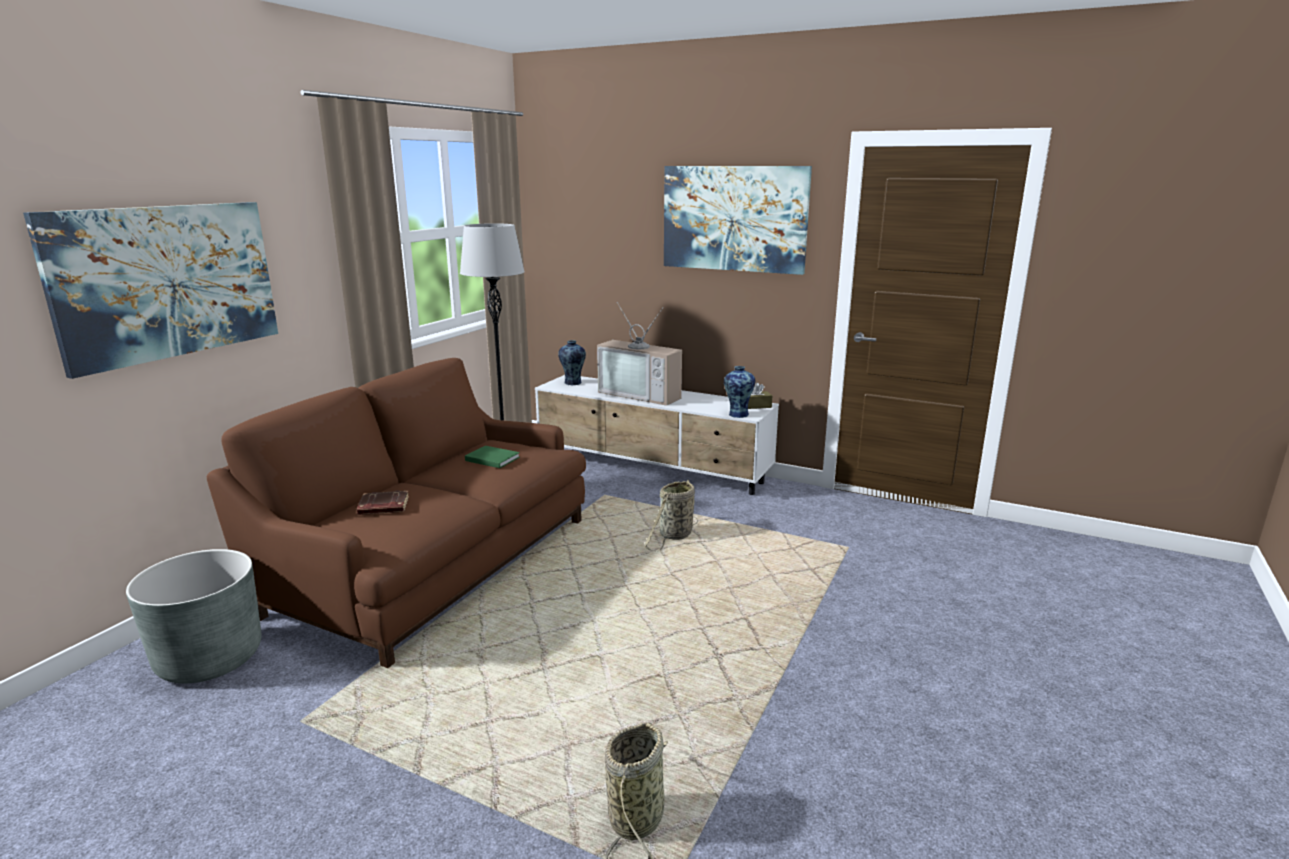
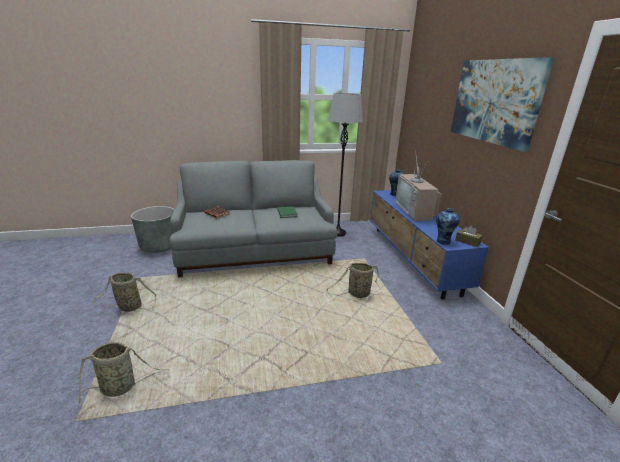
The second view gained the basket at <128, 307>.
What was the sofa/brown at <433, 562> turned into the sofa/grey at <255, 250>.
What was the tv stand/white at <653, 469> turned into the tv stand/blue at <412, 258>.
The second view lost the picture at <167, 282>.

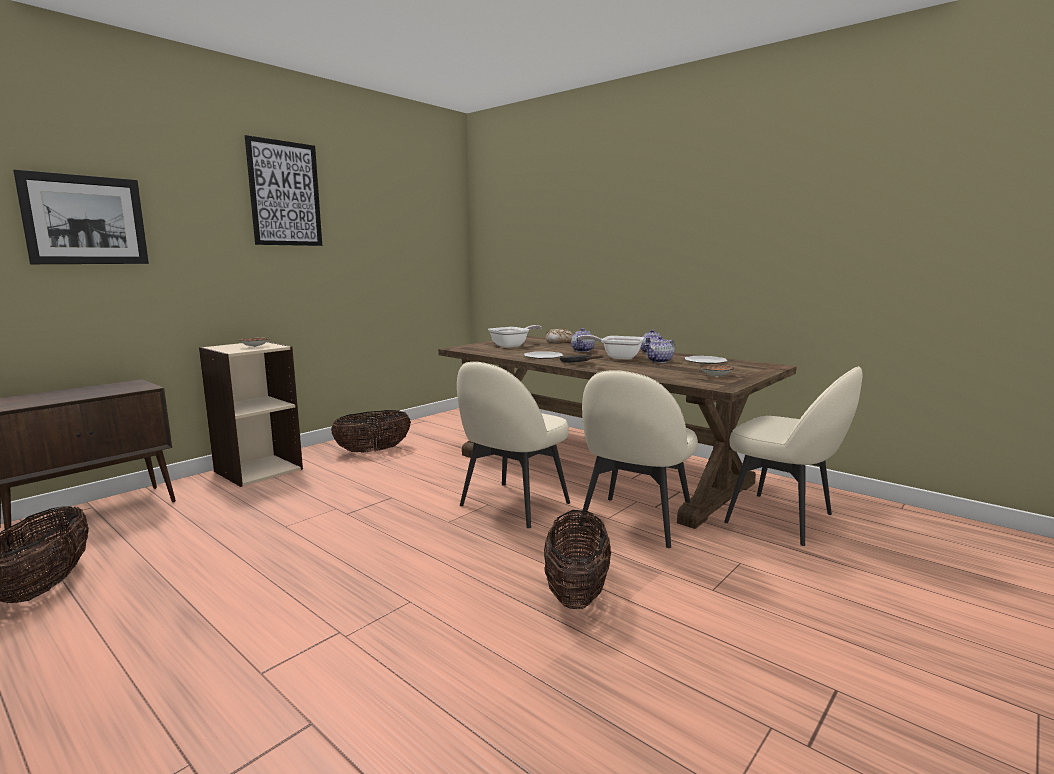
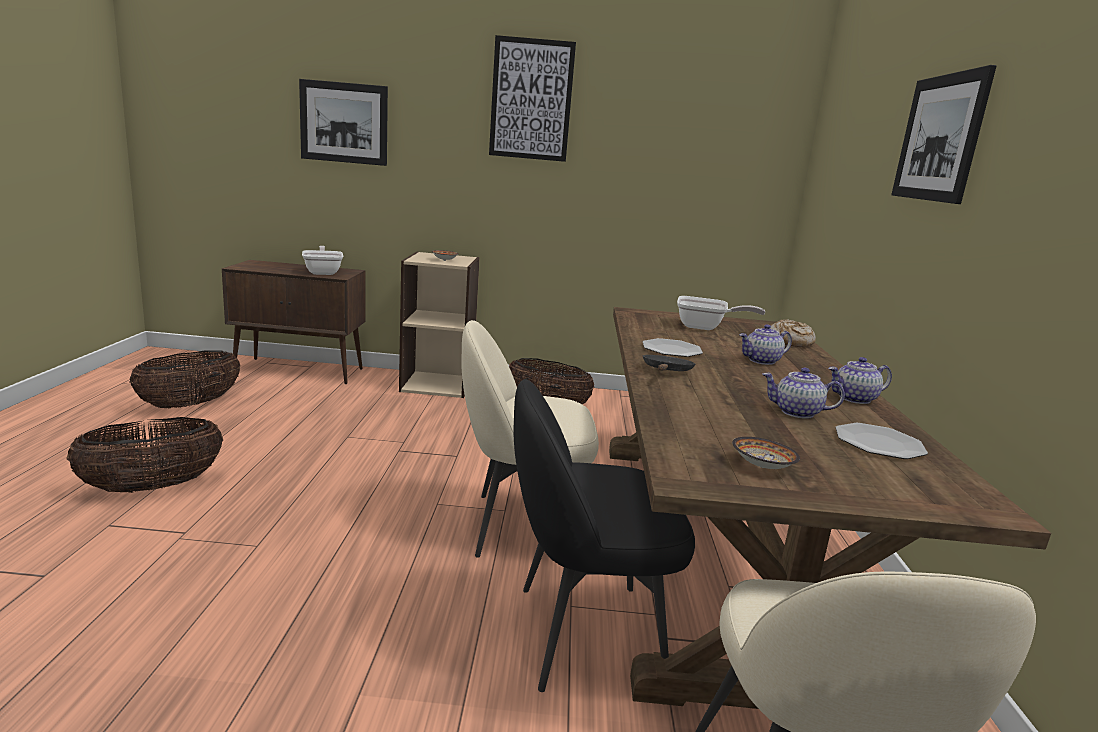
The basket ended up elsewhere, having gone from <576, 592> to <152, 487>.
The frying pan ended up elsewhere, having gone from <617, 357> to <323, 272>.
What was the chair/beige at <635, 522> turned into the chair/black at <584, 633>.
The second view gained the picture at <939, 138>.

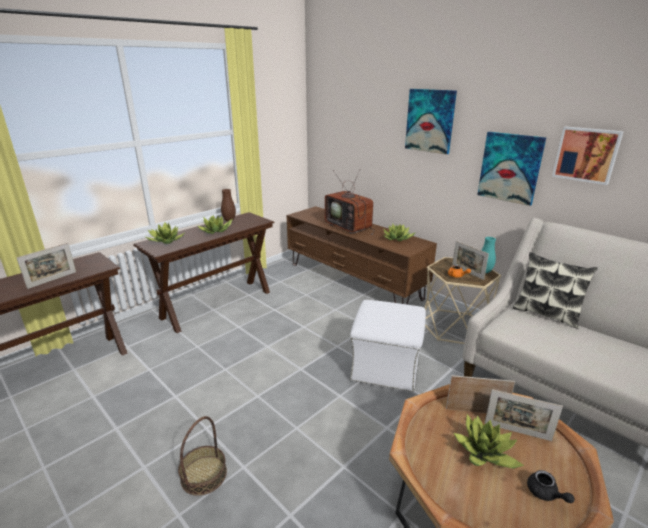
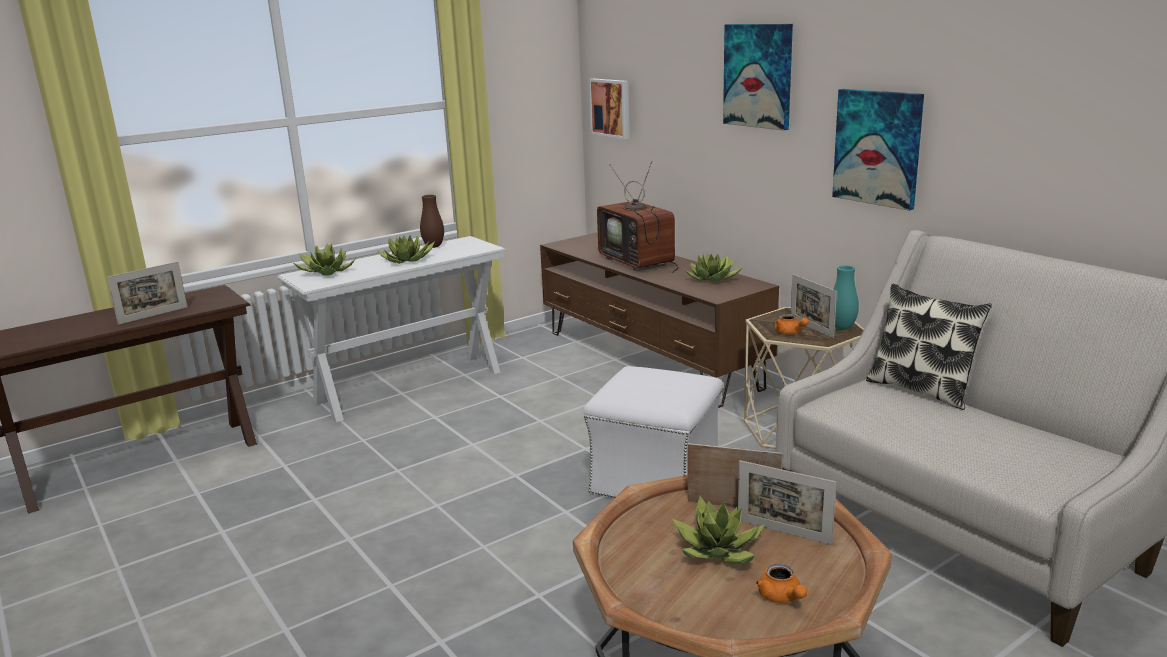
What was the console table/brown at <217, 304> turned into the console table/white at <410, 386>.
The picture ended up elsewhere, having gone from <586, 154> to <611, 108>.
What was the teapot/black at <545, 494> turned into the teapot/orange at <781, 597>.
The second view lost the basket at <203, 475>.

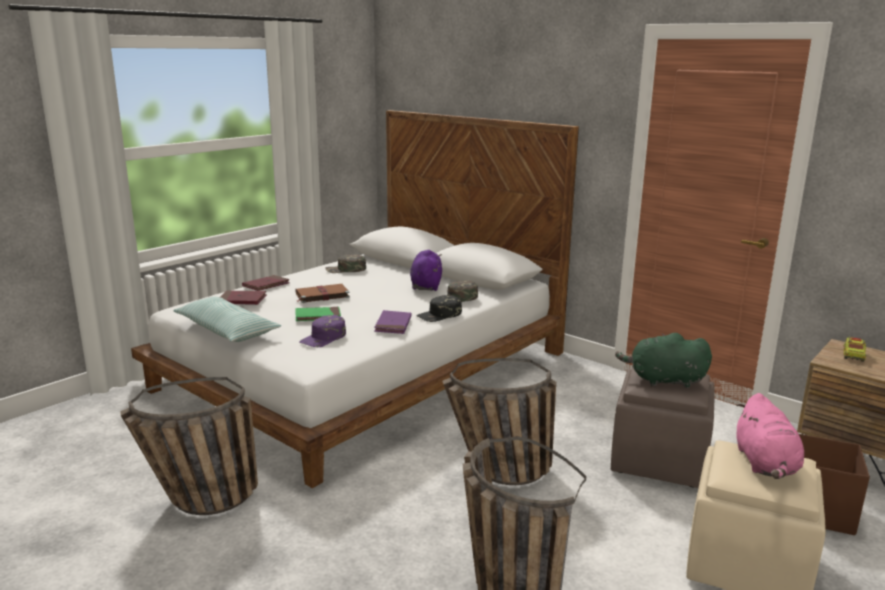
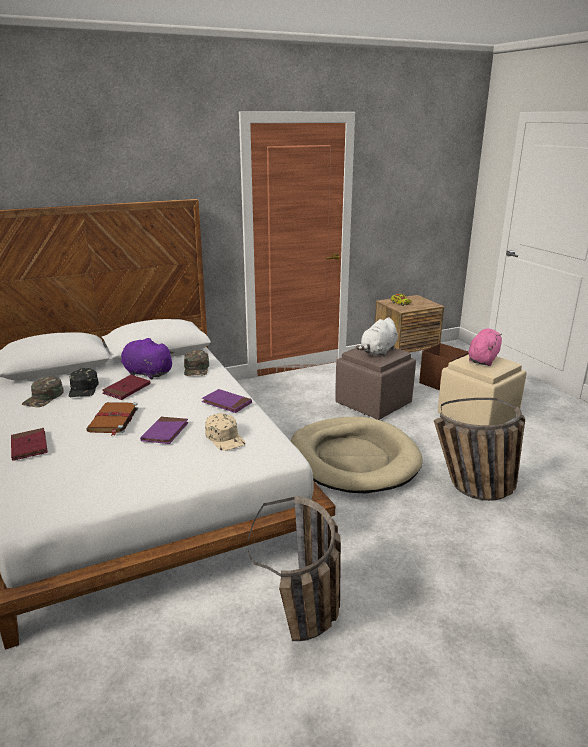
The cap/black ended up elsewhere, having gone from <439, 315> to <84, 388>.
The book/red ended up elsewhere, having gone from <242, 300> to <127, 389>.
What was the book/green at <318, 316> turned into the book/purple at <165, 432>.
What was the cap/purple at <324, 338> turned into the cap/beige at <225, 438>.
Where the basket stood at <496, 473>, the dog bed/beige came to stand at <353, 459>.
What was the plush toy/green at <663, 381> turned into the plush toy/white at <378, 352>.
The plush toy/pink at <765, 464> ended up facing another way, 90 degrees counterclockwise from before.
The second view lost the pillow at <226, 330>.

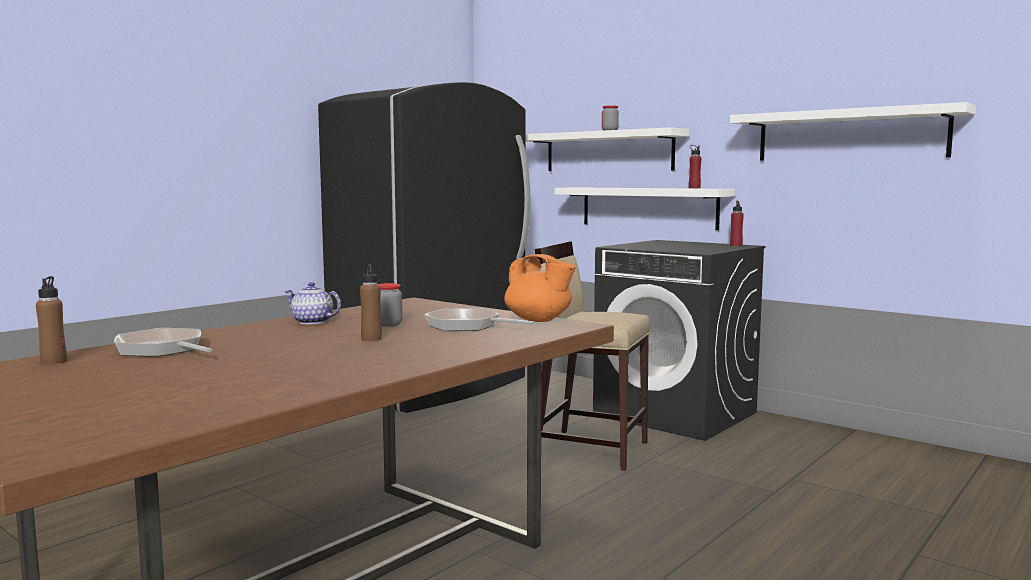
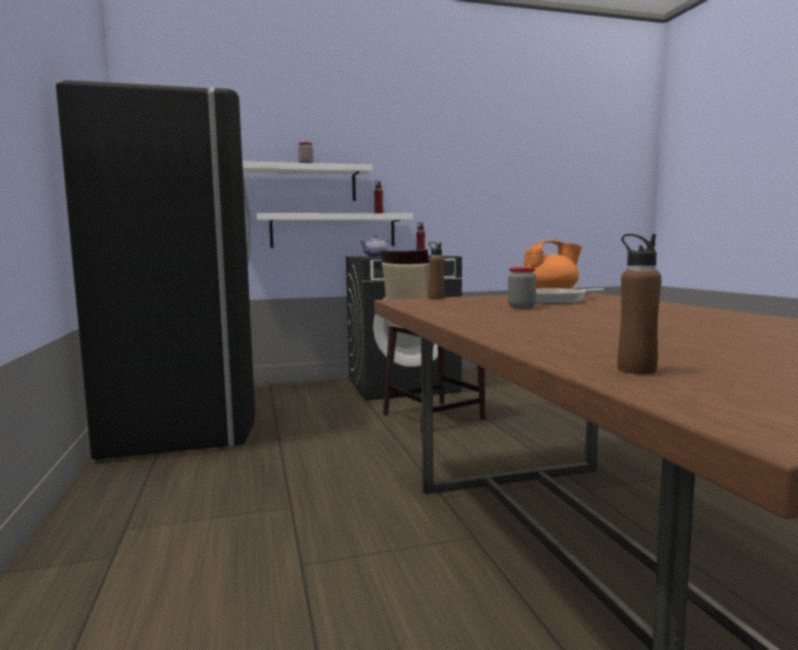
The teapot ended up elsewhere, having gone from <312, 322> to <376, 256>.
The bottle/brown ended up elsewhere, having gone from <371, 339> to <436, 298>.
The second view lost the frying pan at <163, 350>.
The second view lost the shelf/white at <850, 135>.

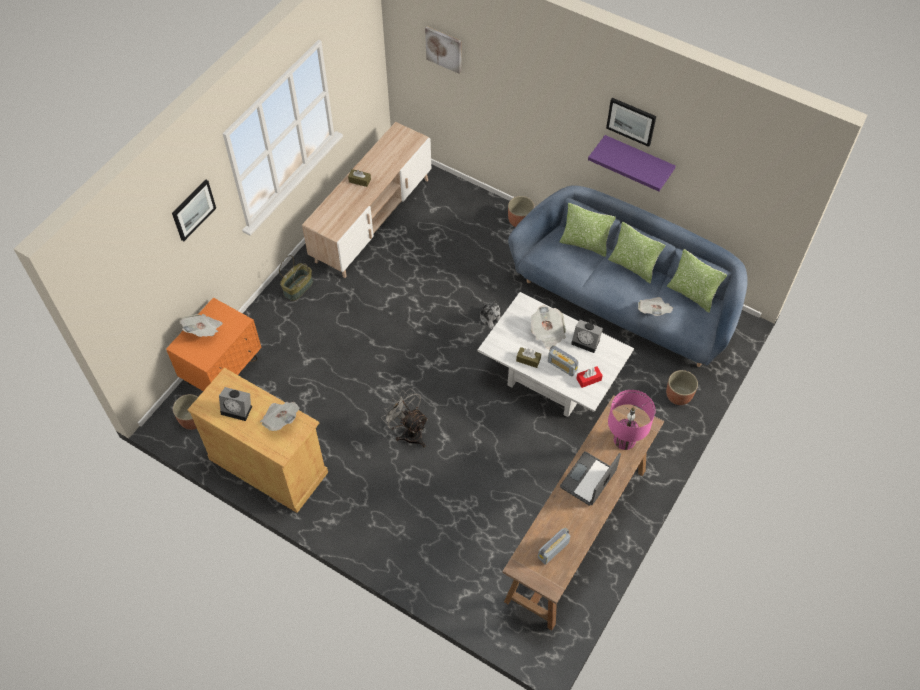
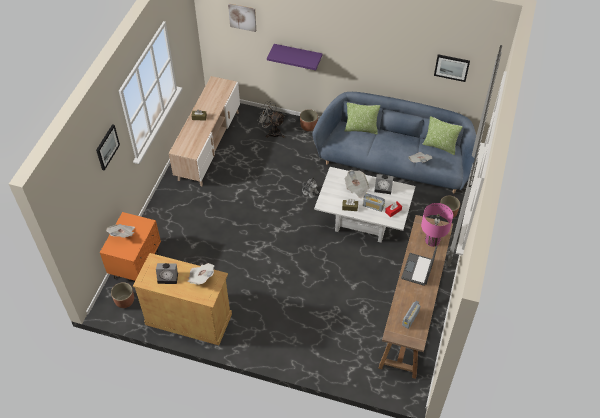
The fan/grey ended up elsewhere, having gone from <409, 432> to <272, 132>.
The shelf/purple ended up elsewhere, having gone from <638, 159> to <298, 55>.
The picture ended up elsewhere, having gone from <631, 121> to <451, 67>.
The second view lost the basket at <298, 287>.
The second view lost the pillow at <632, 266>.

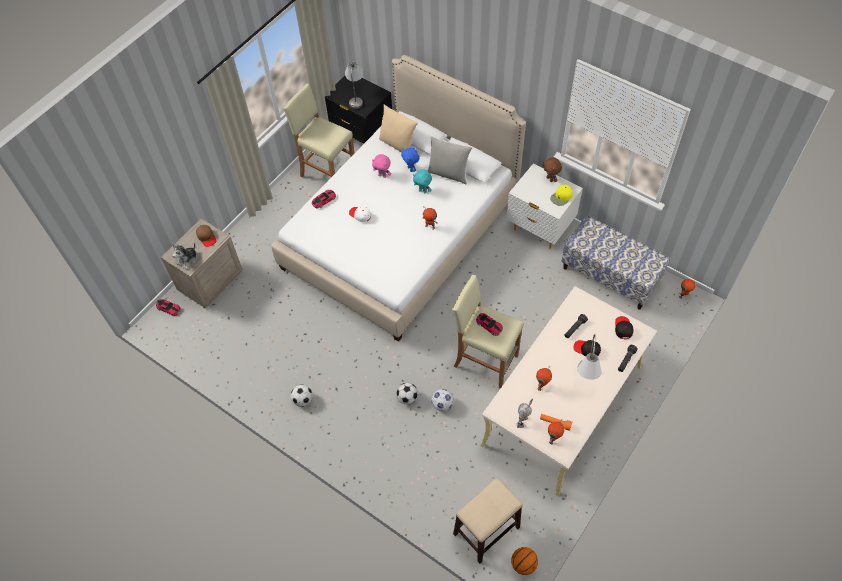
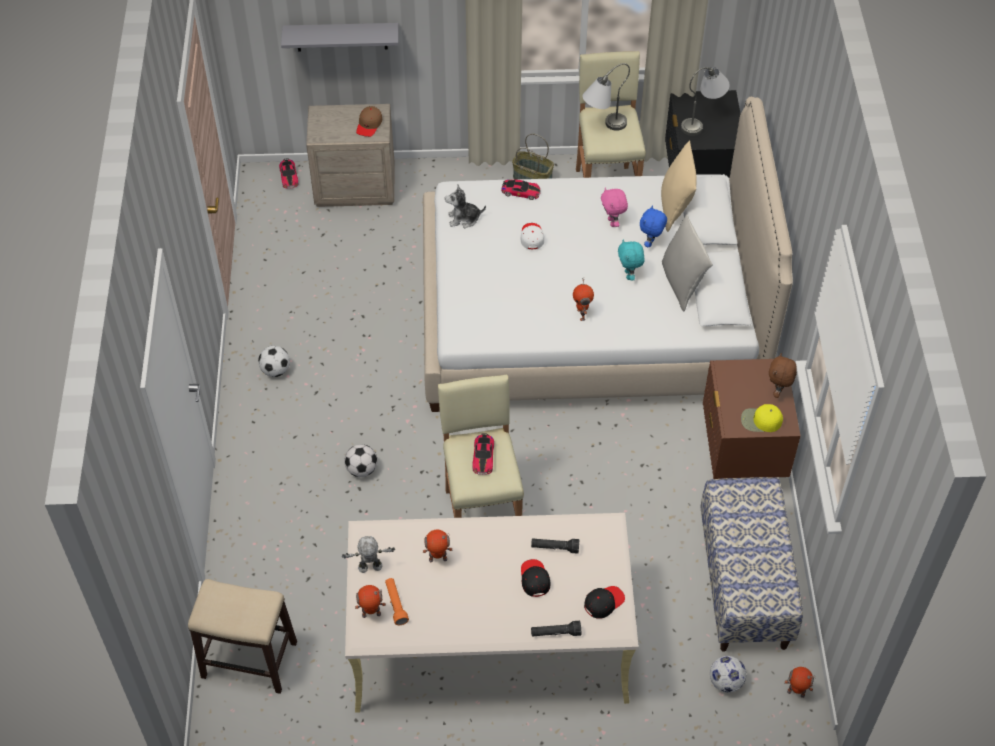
The second view gained the shelf/grey at <341, 36>.
The plush toy ended up elsewhere, having gone from <188, 260> to <464, 219>.
The second view gained the basket at <533, 178>.
The table lamp/grey ended up elsewhere, having gone from <584, 379> to <602, 127>.
What was the nightstand/white at <539, 229> turned into the nightstand/brown at <741, 458>.
The football ended up elsewhere, having gone from <442, 404> to <725, 682>.
The second view lost the basketball at <523, 564>.

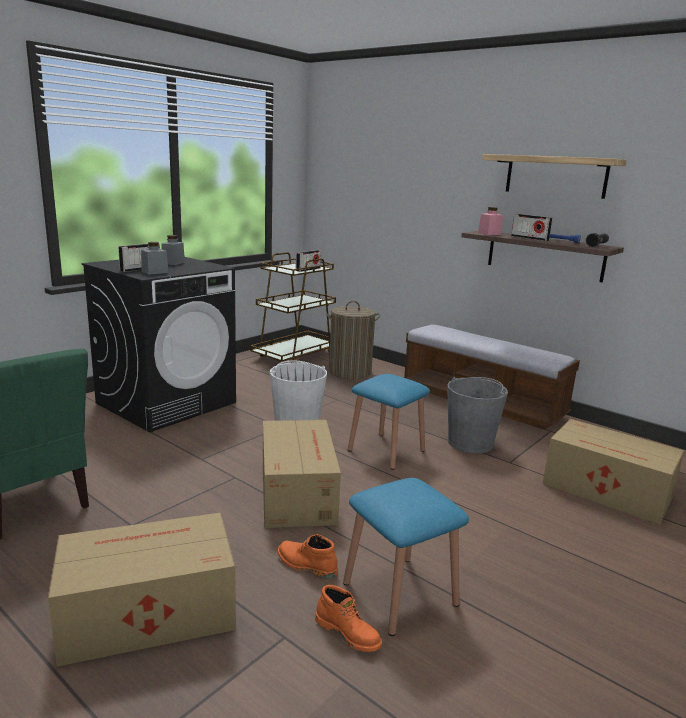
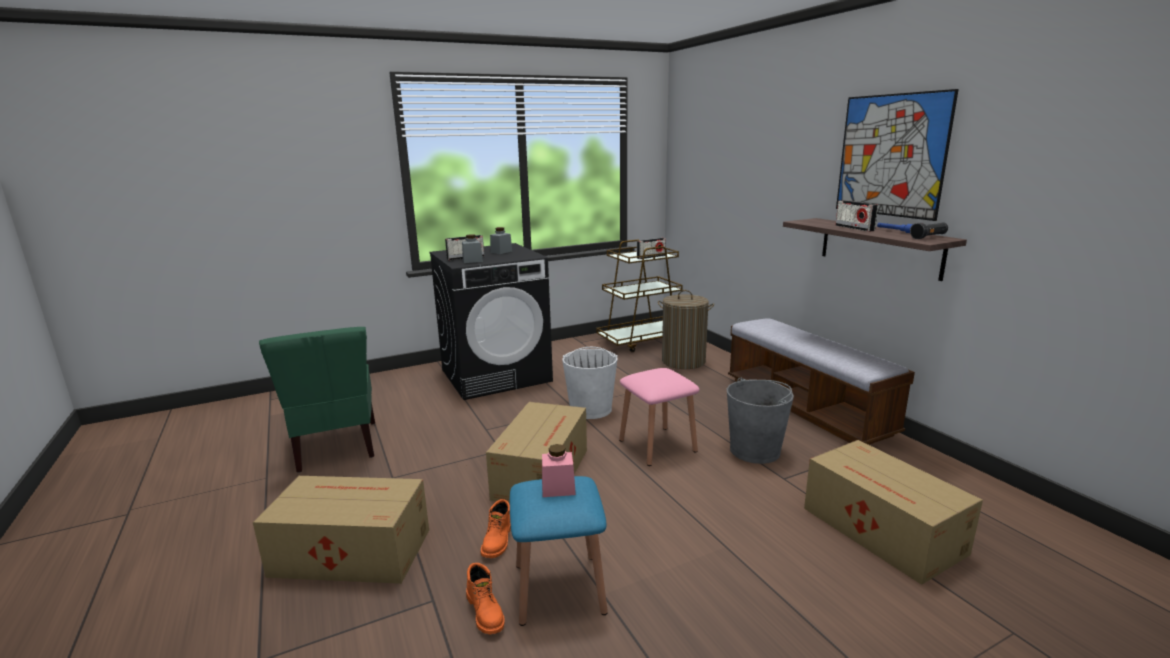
The boot/orange at <306, 565> ended up facing another way, 135 degrees counterclockwise from before.
The jar/pink ended up elsewhere, having gone from <489, 234> to <558, 488>.
What was the stool/blue at <386, 450> turned into the stool/pink at <657, 445>.
Where the shelf hung at <555, 176>, the picture came to hang at <891, 155>.

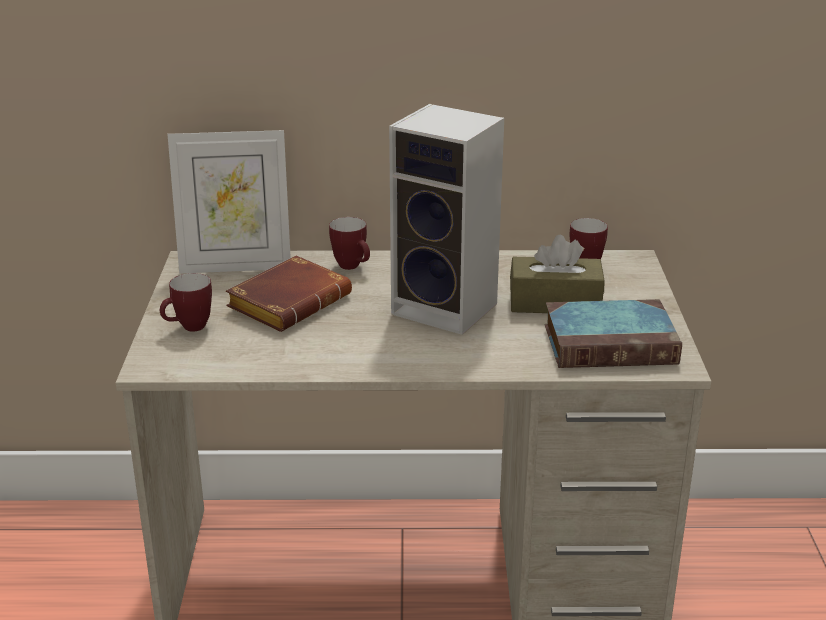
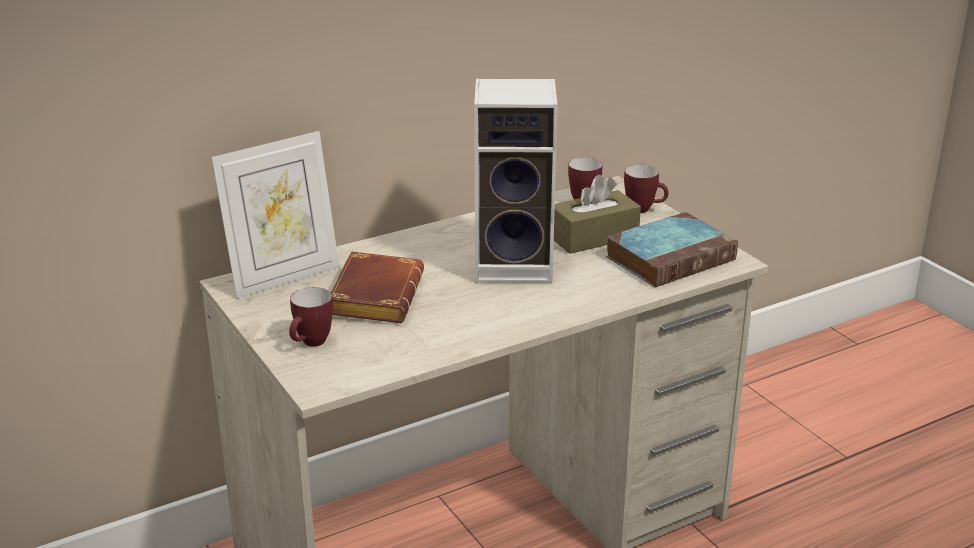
The mug ended up elsewhere, having gone from <353, 267> to <644, 210>.

